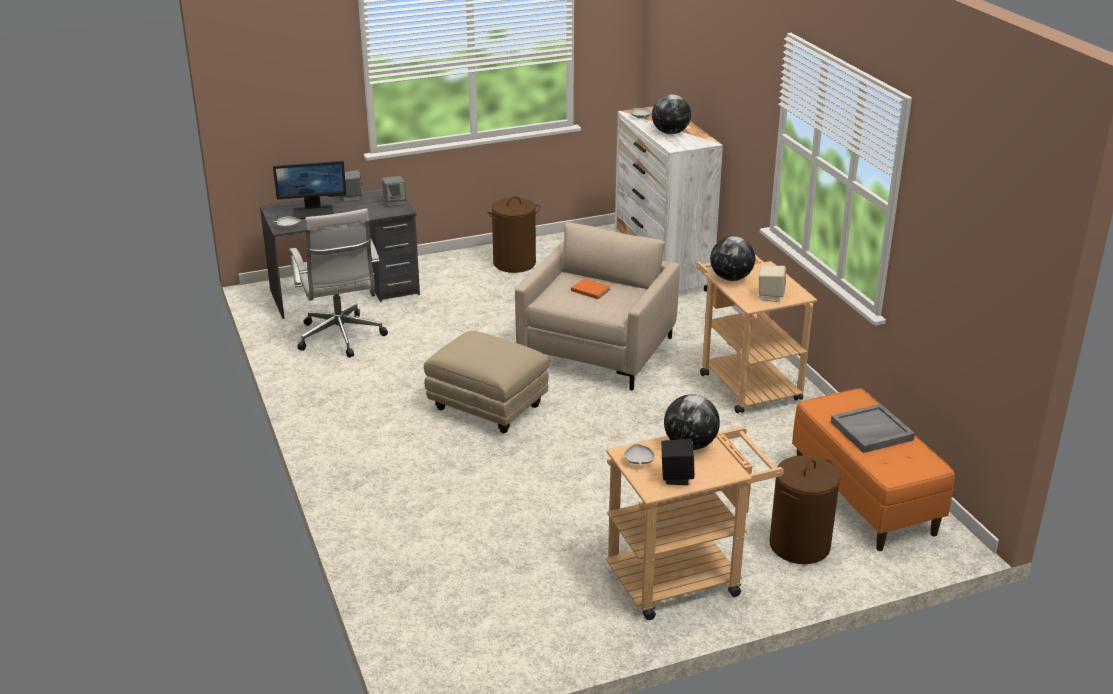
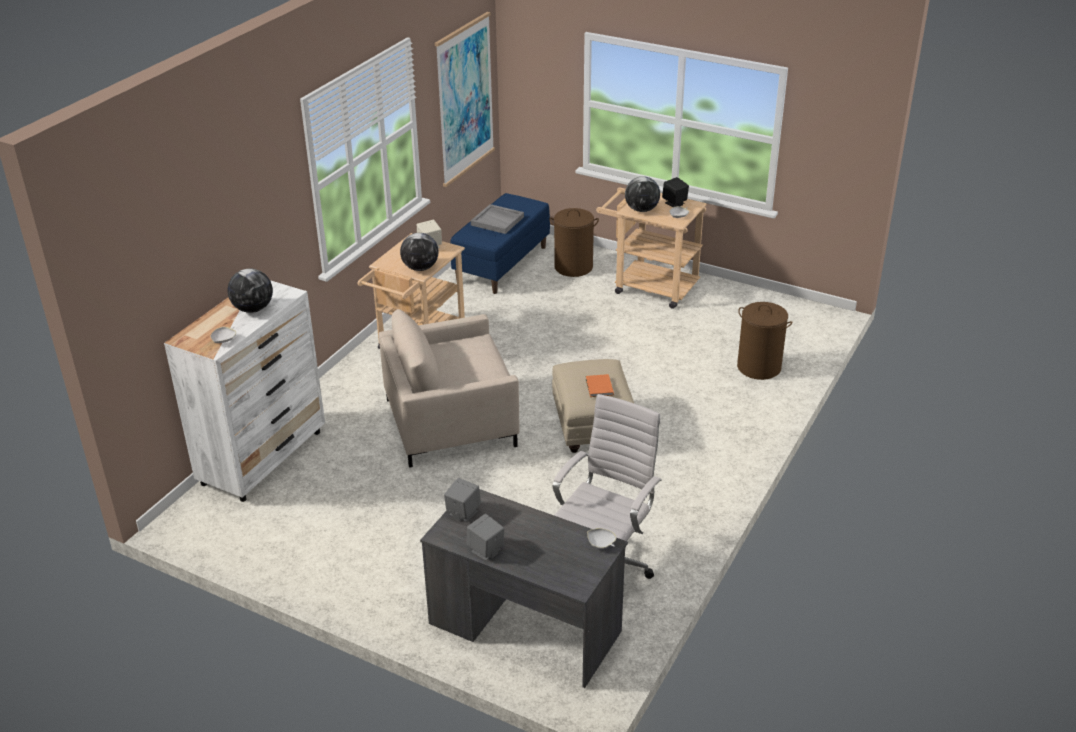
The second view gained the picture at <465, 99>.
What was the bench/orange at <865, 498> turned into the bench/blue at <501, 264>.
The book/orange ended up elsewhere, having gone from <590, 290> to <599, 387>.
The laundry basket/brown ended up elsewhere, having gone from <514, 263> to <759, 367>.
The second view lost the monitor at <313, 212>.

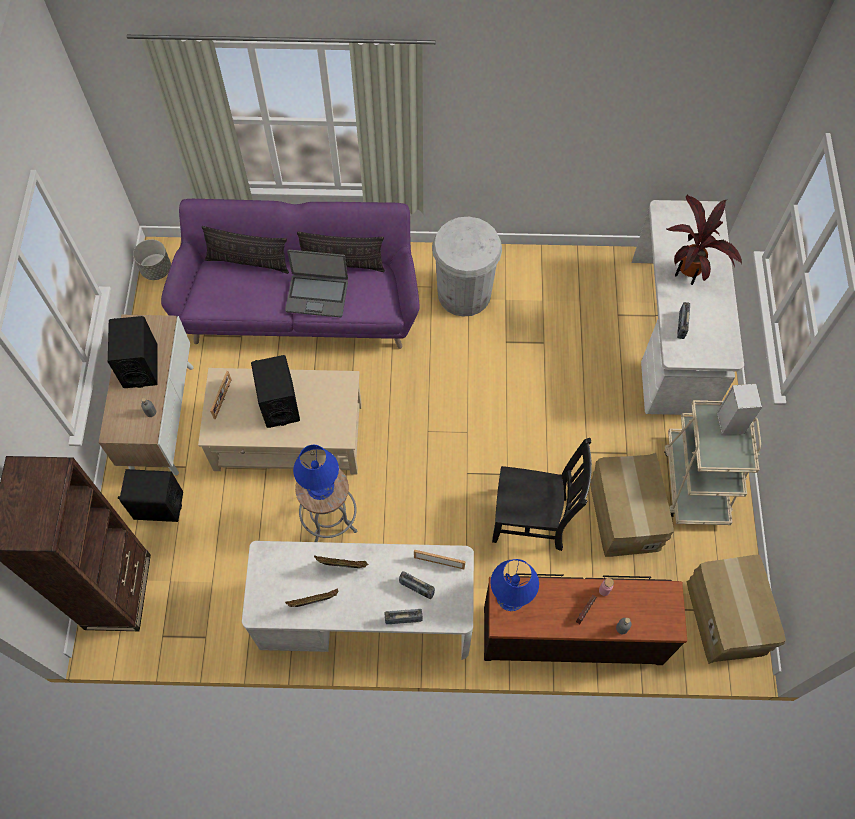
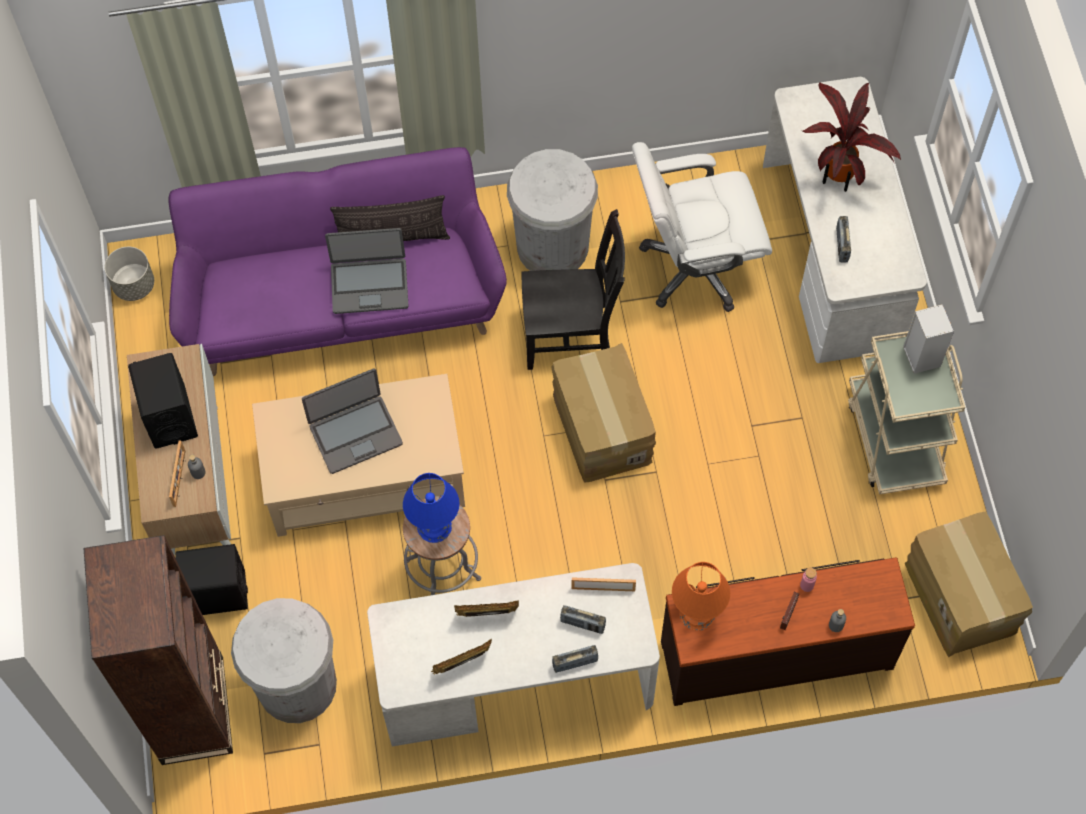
The picture frame ended up elsewhere, having gone from <223, 399> to <180, 478>.
The second view gained the trash can/white at <297, 684>.
Where the speaker/black stood at <279, 404>, the laptop came to stand at <355, 434>.
The chair/black ended up elsewhere, having gone from <532, 520> to <572, 335>.
The cardboard box ended up elsewhere, having gone from <624, 514> to <601, 428>.
The second view gained the office chair/white at <695, 267>.
What was the table lamp/blue at <510, 596> turned into the table lamp/orange at <696, 613>.
The second view lost the pillow at <248, 261>.

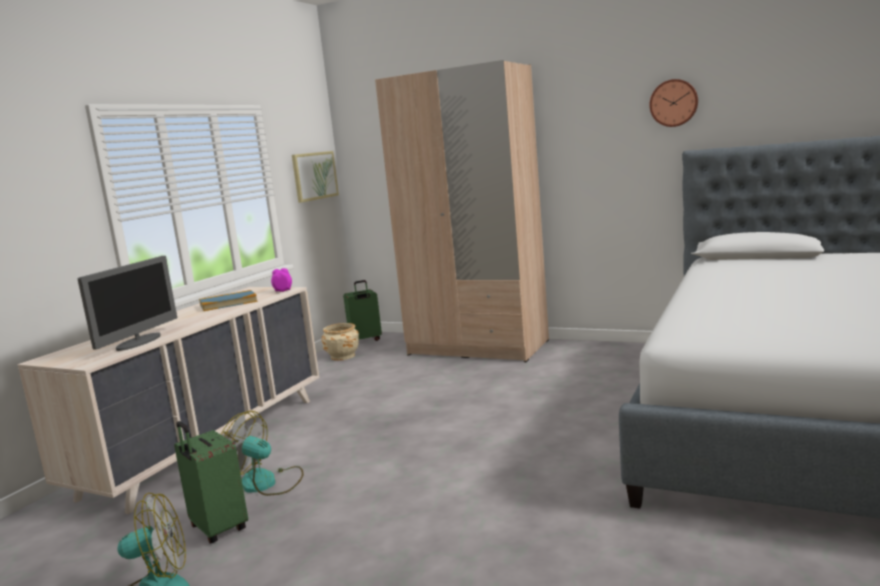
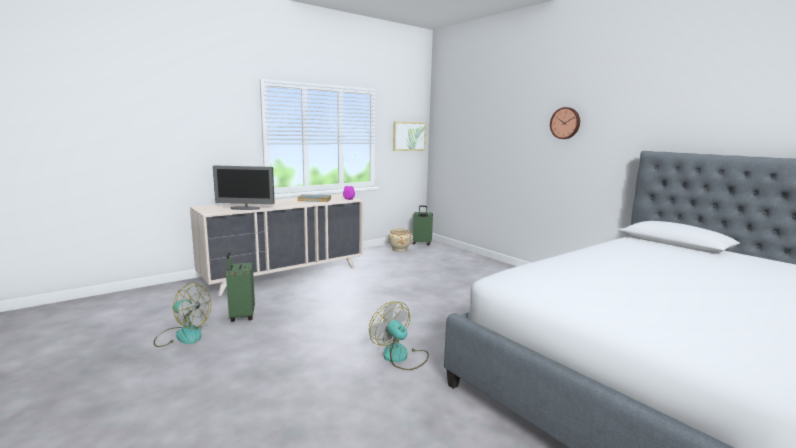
The monitor at <139, 342> ended up facing another way, 45 degrees clockwise from before.
The fan ended up elsewhere, having gone from <267, 483> to <400, 357>.
The wall clock ended up elsewhere, having gone from <674, 103> to <565, 123>.
The second view lost the wardrobe/beige at <478, 347>.

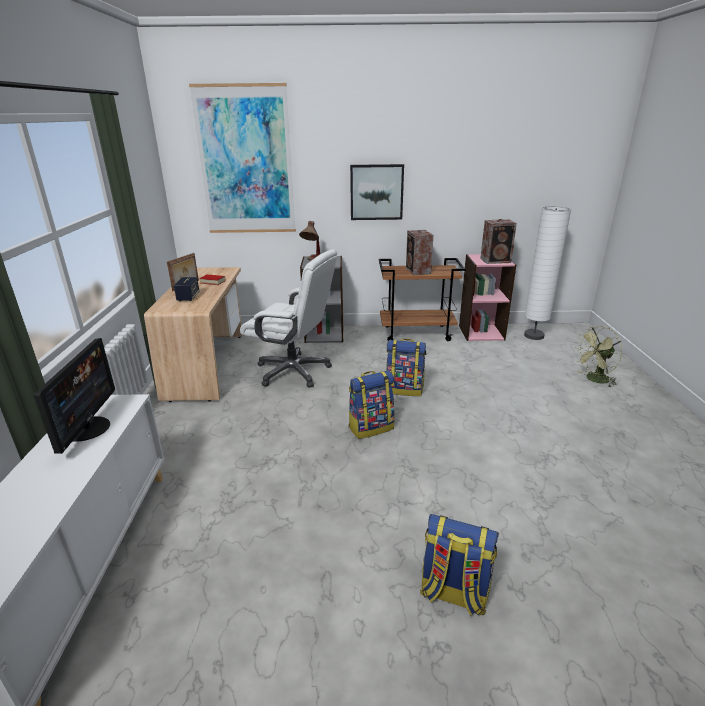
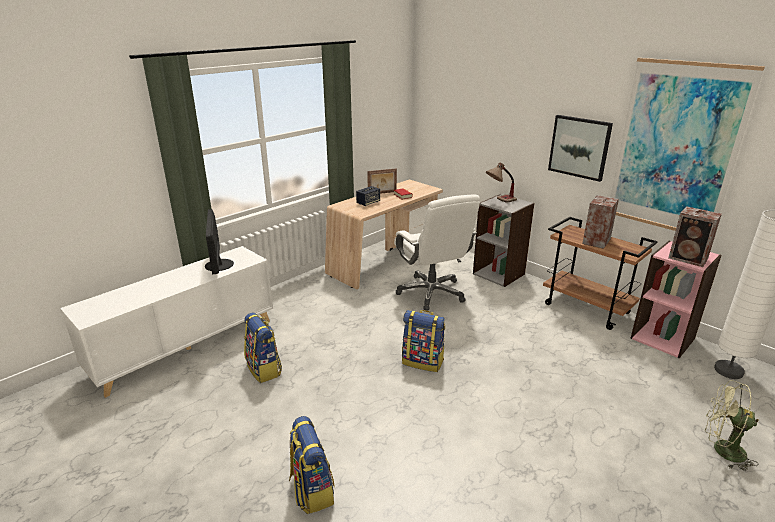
The monitor at <87, 428> ended up facing another way, 120 degrees clockwise from before.
The backpack ended up elsewhere, having gone from <404, 389> to <264, 369>.
The picture ended up elsewhere, having gone from <246, 162> to <676, 148>.

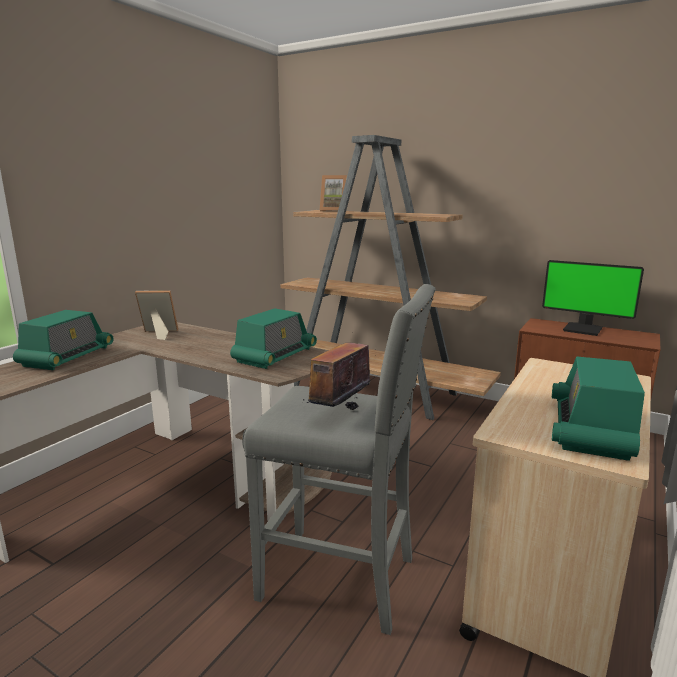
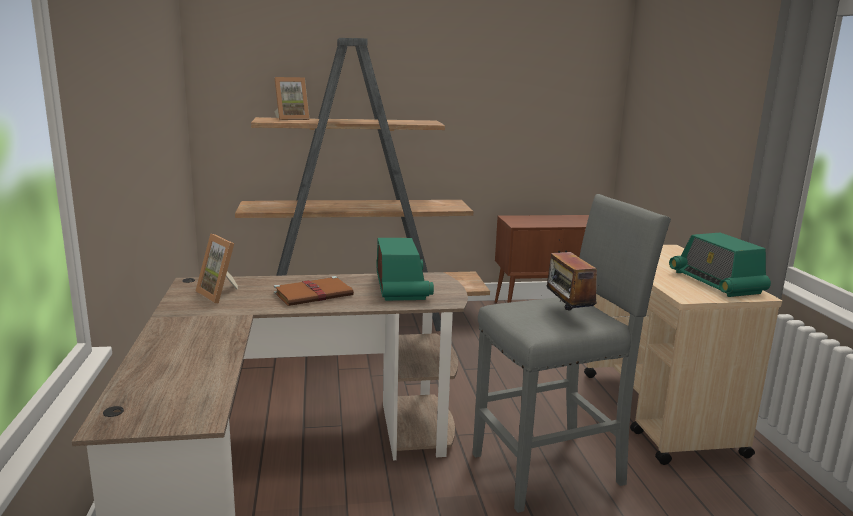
The picture frame at <158, 334> ended up facing another way, 90 degrees counterclockwise from before.
The second view gained the book/brown at <314, 294>.
The second view lost the radio at <67, 357>.
The second view lost the monitor at <583, 329>.

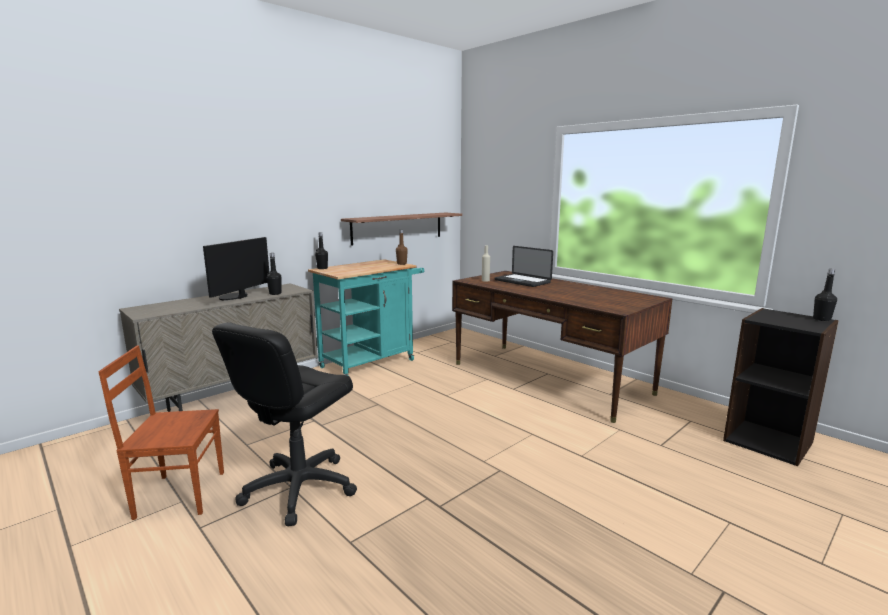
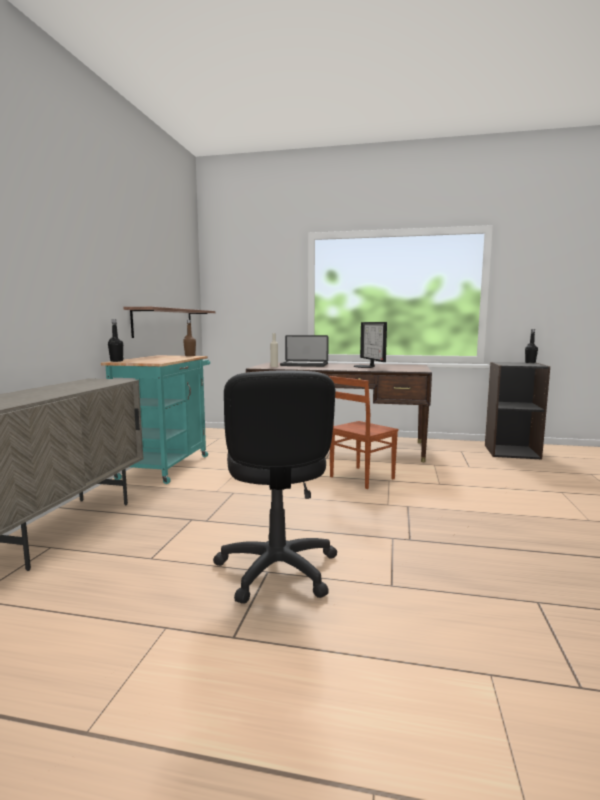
The chair/brown ended up elsewhere, having gone from <180, 494> to <360, 477>.
The monitor ended up elsewhere, having gone from <235, 297> to <366, 366>.
The second view lost the bottle/black at <275, 293>.

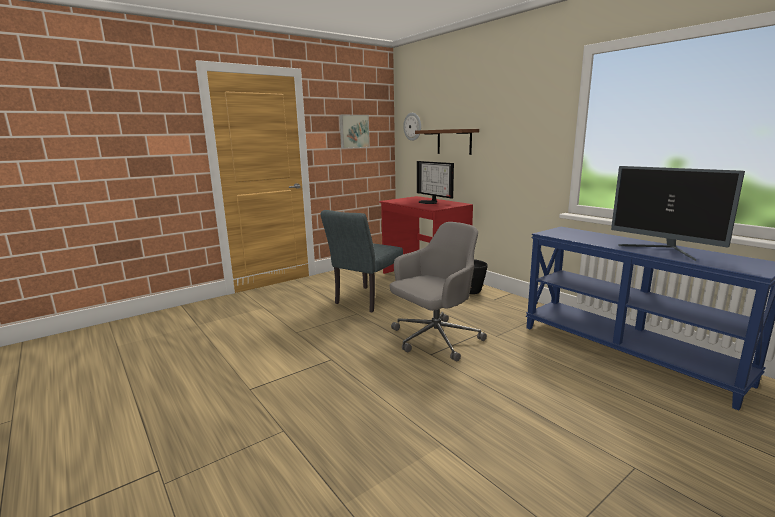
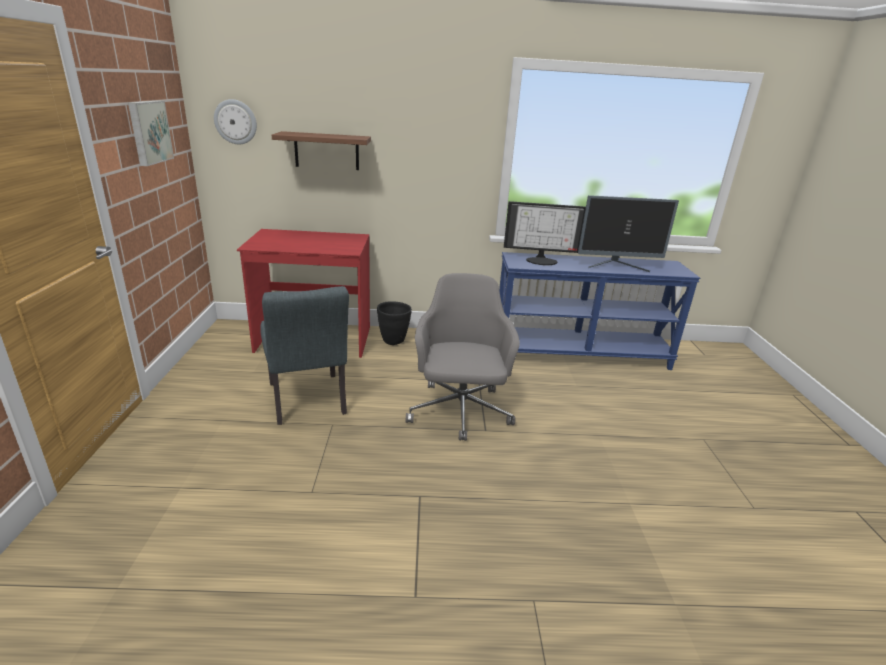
The monitor ended up elsewhere, having gone from <430, 202> to <541, 260>.

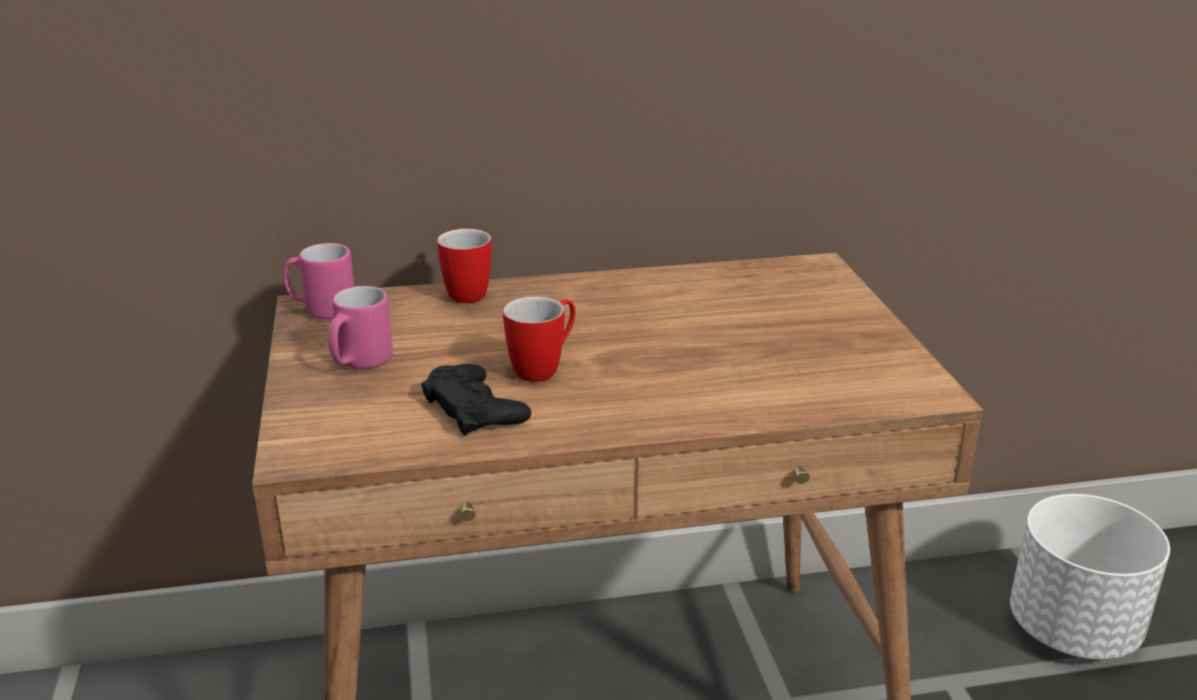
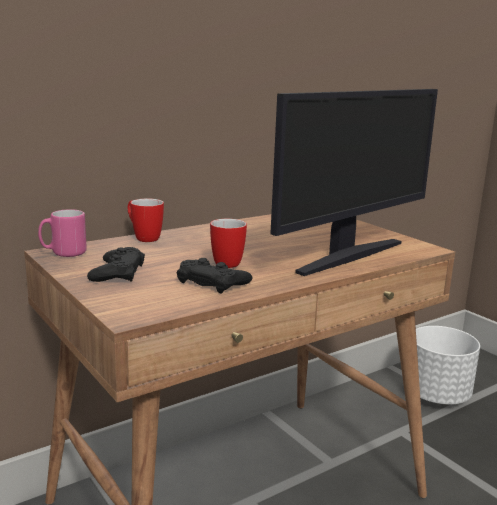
Where the mug/pink stood at <359, 363>, the game controller/black came to stand at <117, 272>.
The second view gained the monitor at <348, 255>.

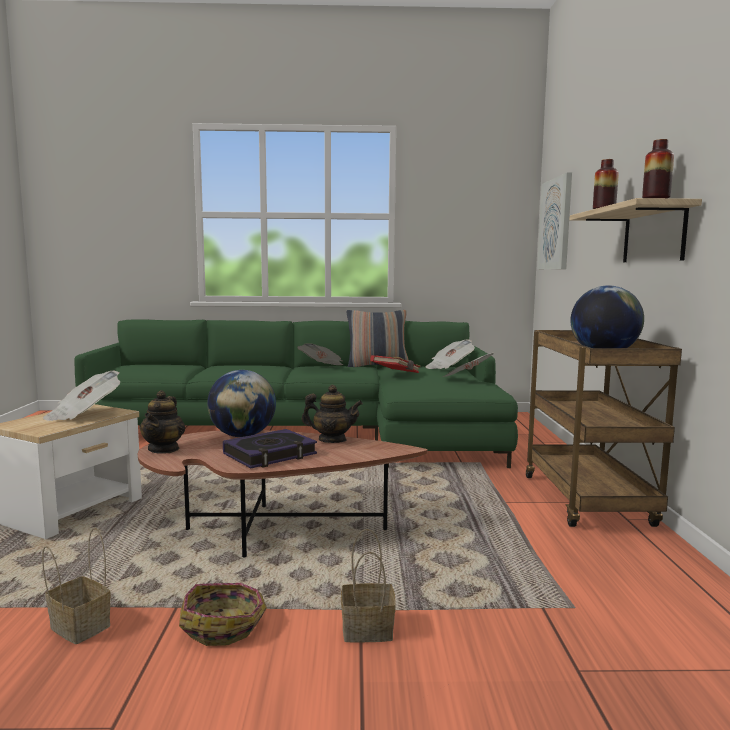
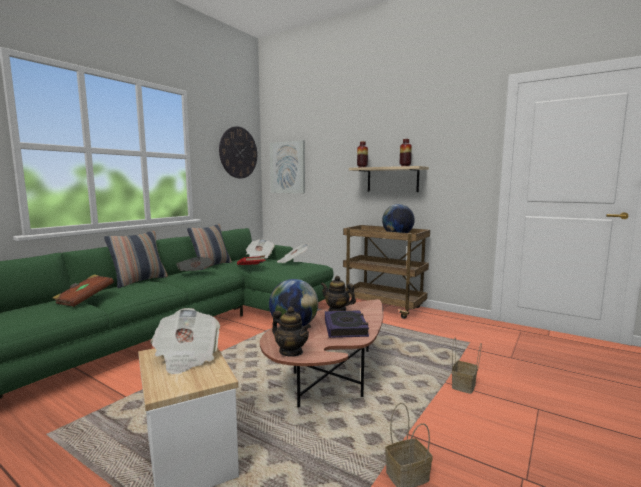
The second view gained the book/brown at <84, 299>.
The second view gained the pillow at <139, 281>.
The second view gained the wall clock at <238, 152>.
The teapot at <332, 440> ended up facing another way, 105 degrees counterclockwise from before.
The second view lost the basket at <224, 625>.

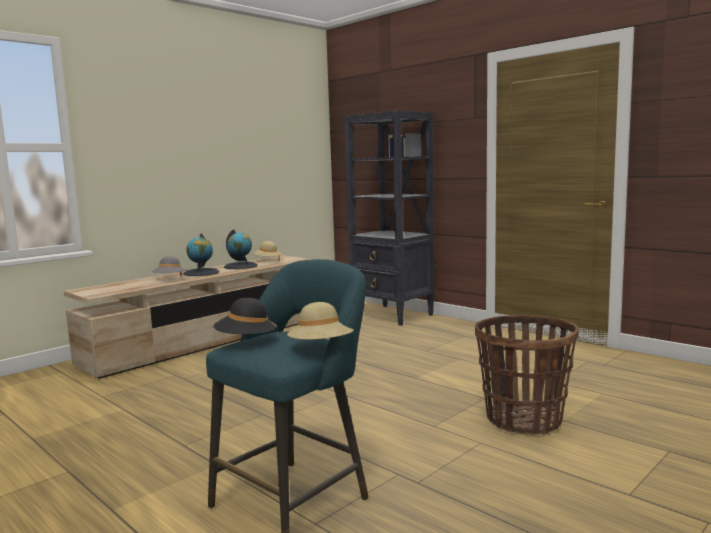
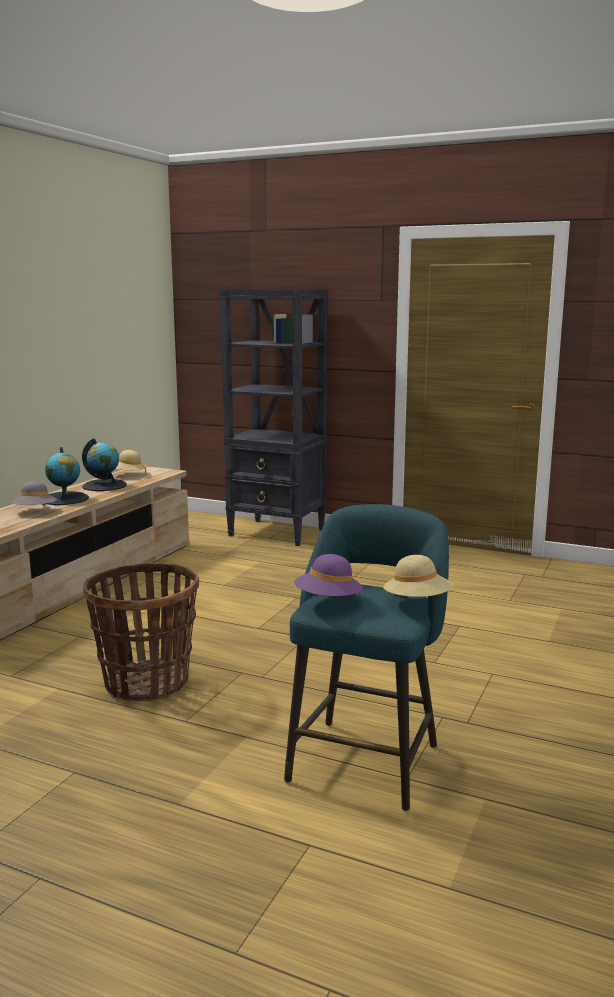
The basket ended up elsewhere, having gone from <523, 419> to <146, 683>.
What was the hat/black at <246, 341> turned into the hat/purple at <328, 601>.

